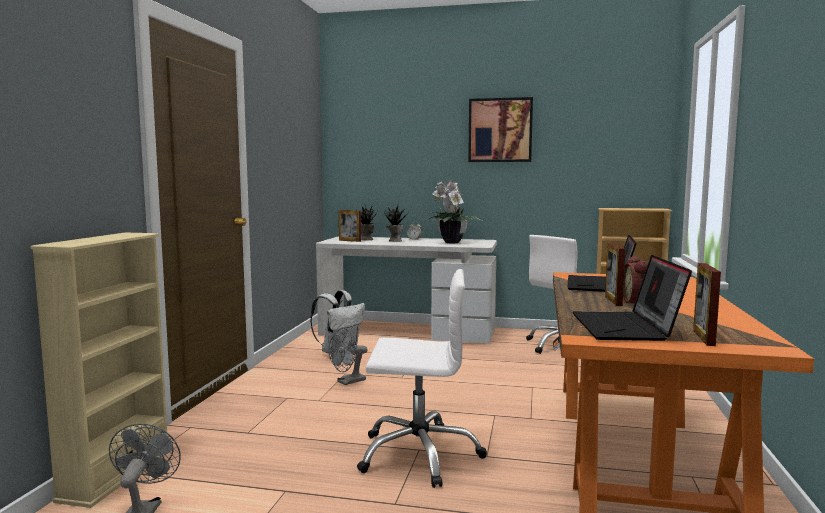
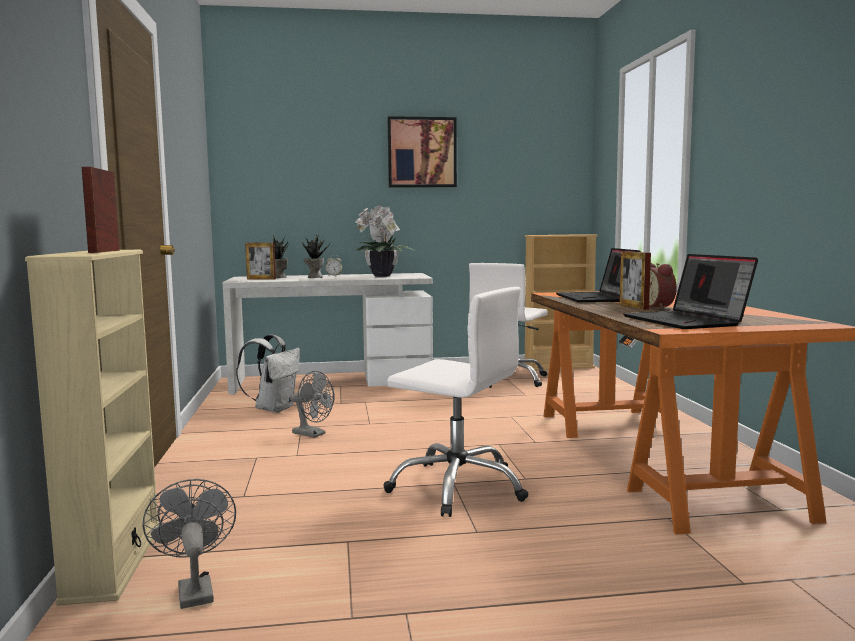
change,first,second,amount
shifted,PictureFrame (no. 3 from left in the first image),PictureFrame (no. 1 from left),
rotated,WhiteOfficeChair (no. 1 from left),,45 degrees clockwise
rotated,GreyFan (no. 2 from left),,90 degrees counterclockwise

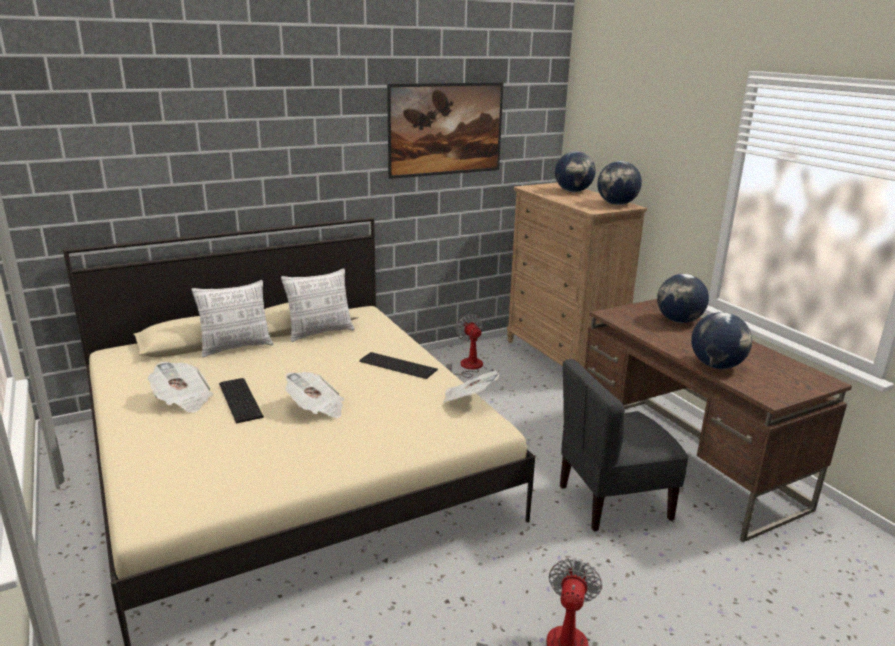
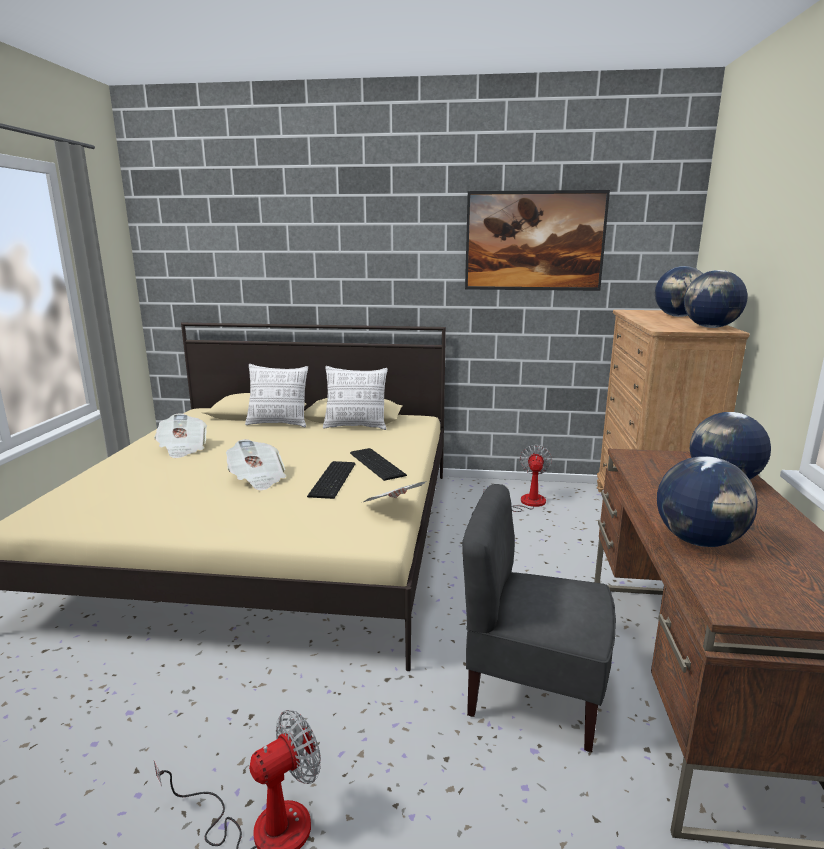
change,first,second,amount
shifted,Keyboard (no. 1 from left),,

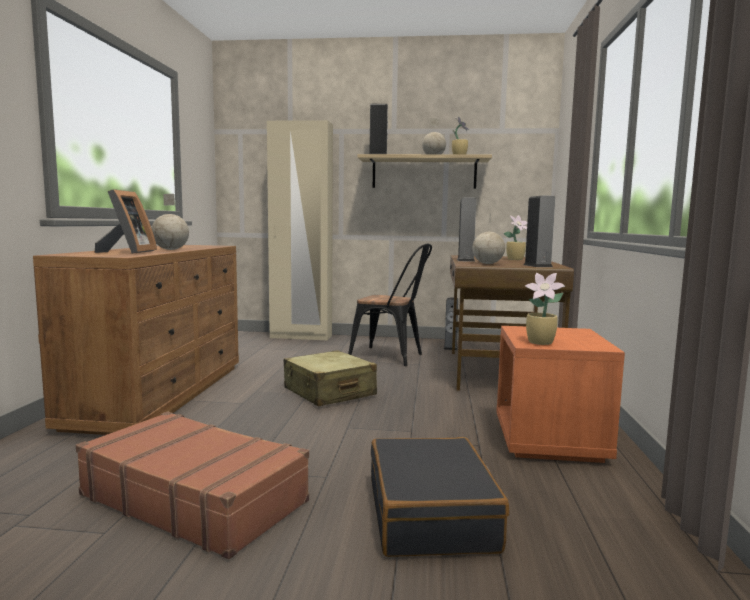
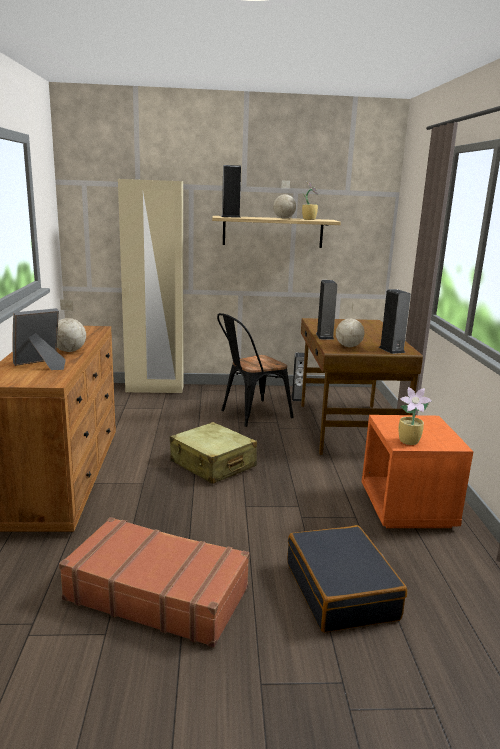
change,first,second,amount
rotated,PictureFrame,,120 degrees counterclockwise
gone,PottedPlant (no. 2 from left),,
rotated,BlackChair,,135 degrees clockwise

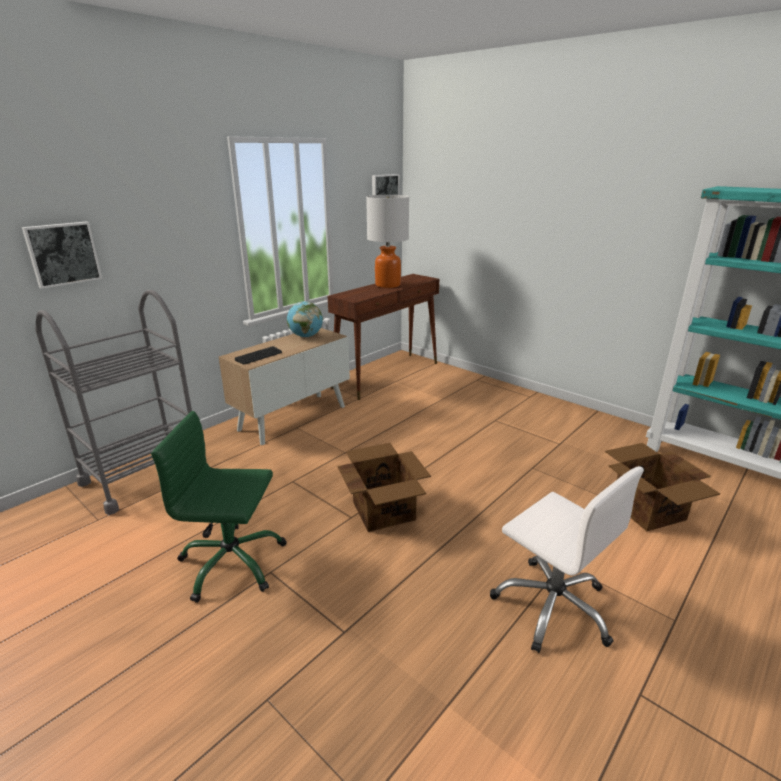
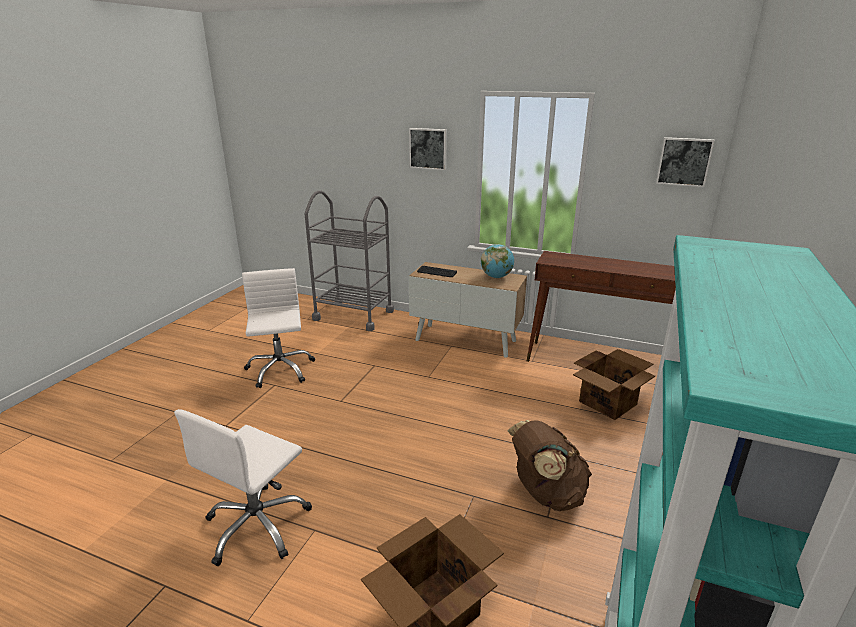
change,first,second,amount
gone,TableLamp,,
shifted,Picture (no. 1 from left),,
repainted,GreenOfficeChair,WhiteOfficeChair (no. 2 from left),
shifted,CardboardBox (no. 1 from left in the first image),CardboardBox (no. 2 from left),
new,,BrownBackpack,

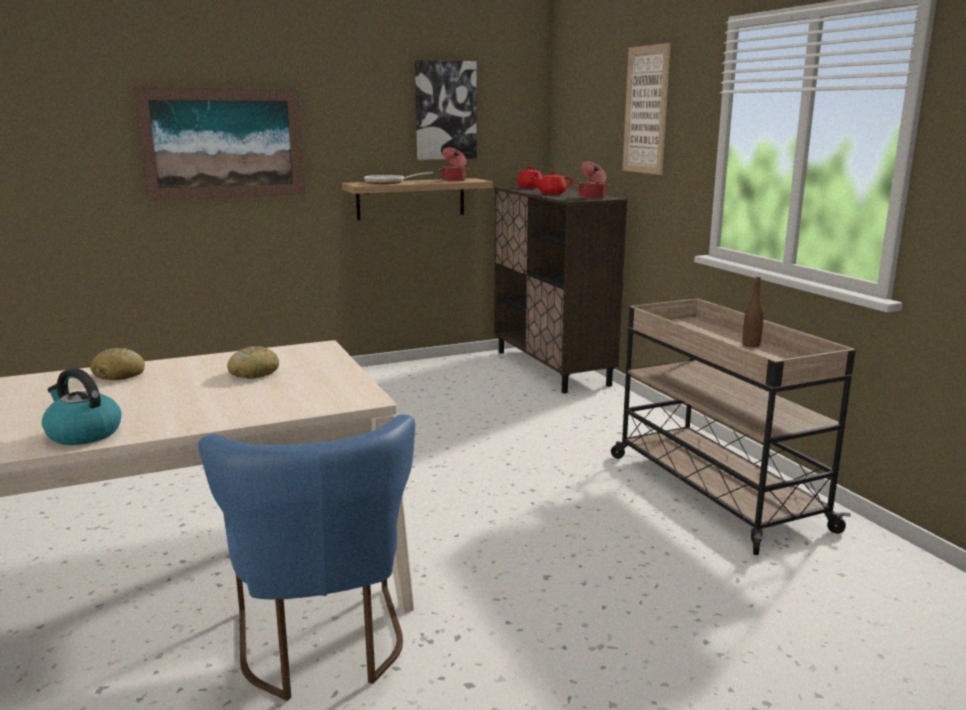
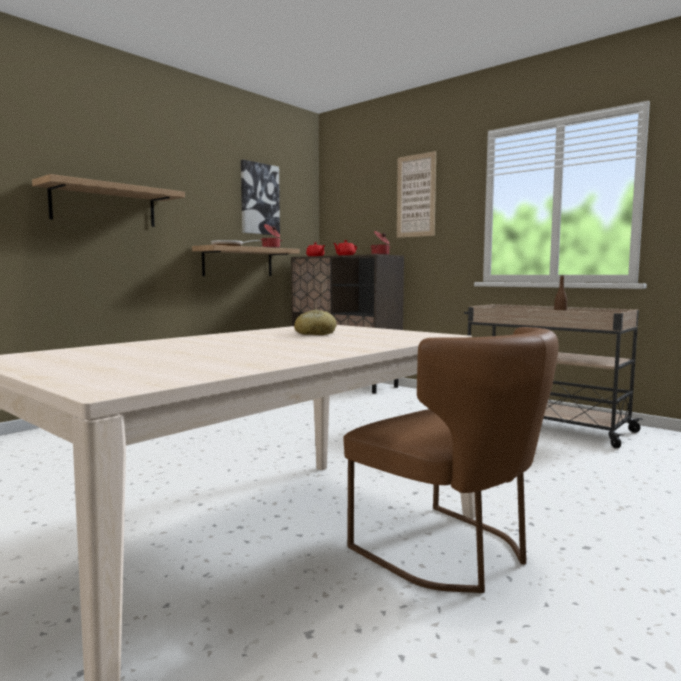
change,first,second,amount
swapped,Picture (no. 1 from left),Shelf (no. 1 from left),
gone,Bread (no. 1 from left),,
gone,Kettle,,
repainted,BlueChair,BrownChair,

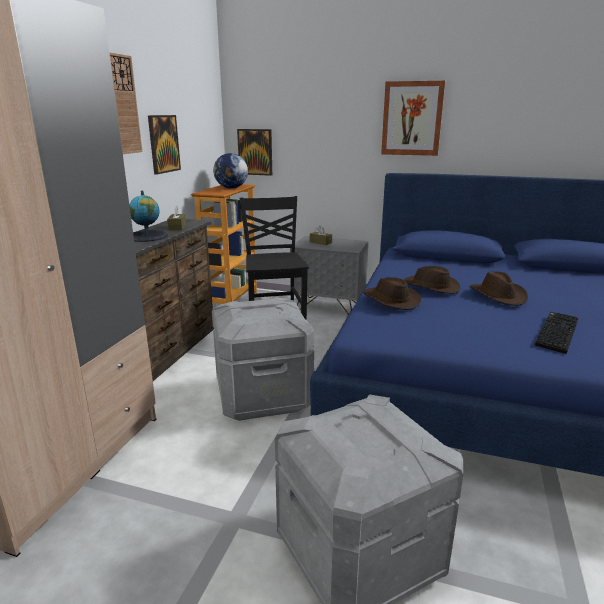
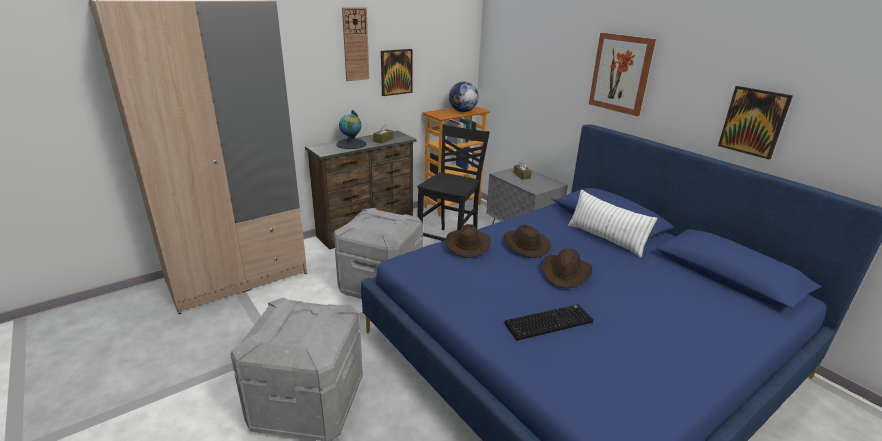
change,first,second,amount
shifted,Picture (no. 2 from left in the first image),Picture (no. 3 from left),
new,,WhitePillow,

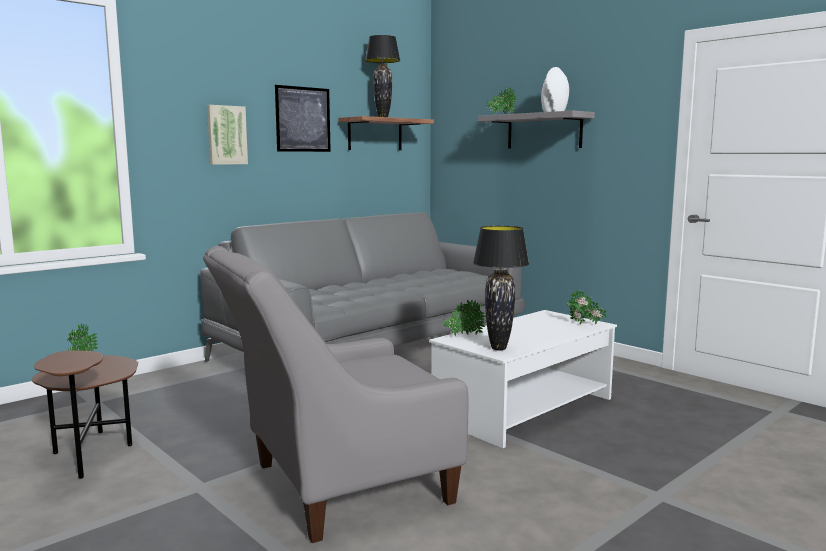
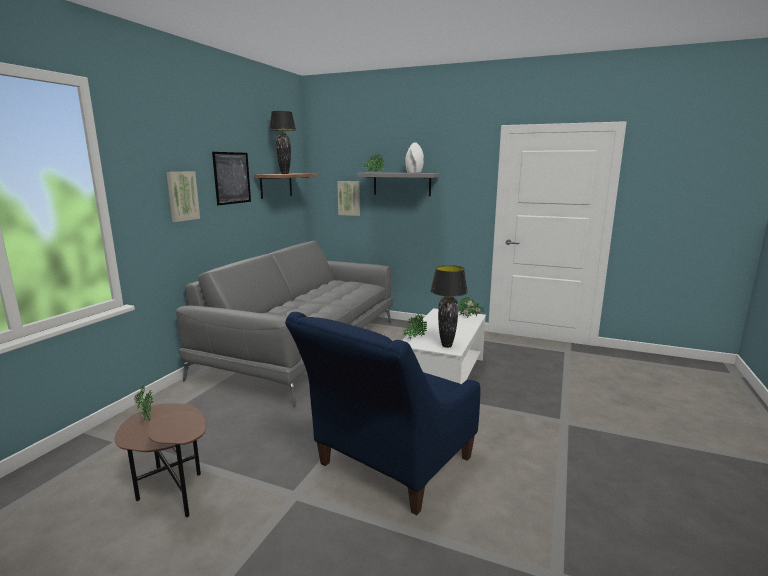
change,first,second,amount
repainted,GreyArmchair,BlueArmchair,
new,,Picture (no. 3 from left),

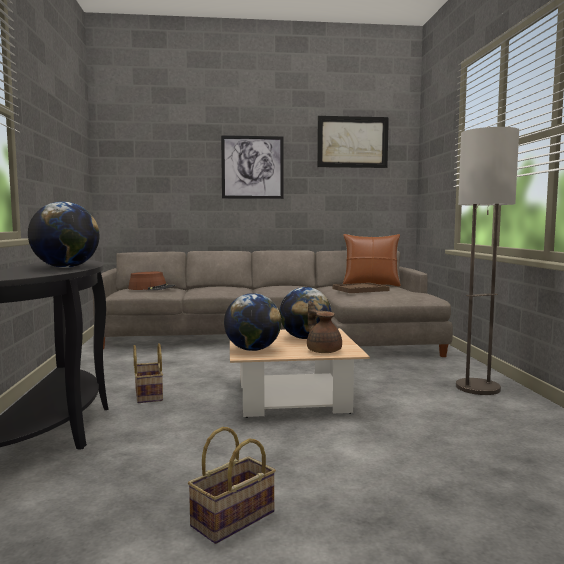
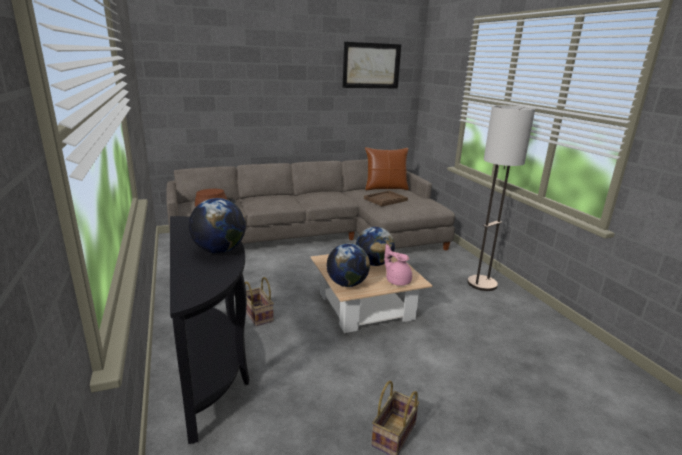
change,first,second,amount
gone,Picture (no. 1 from left),,
repainted,BrownTeapot,PinkTeapot,

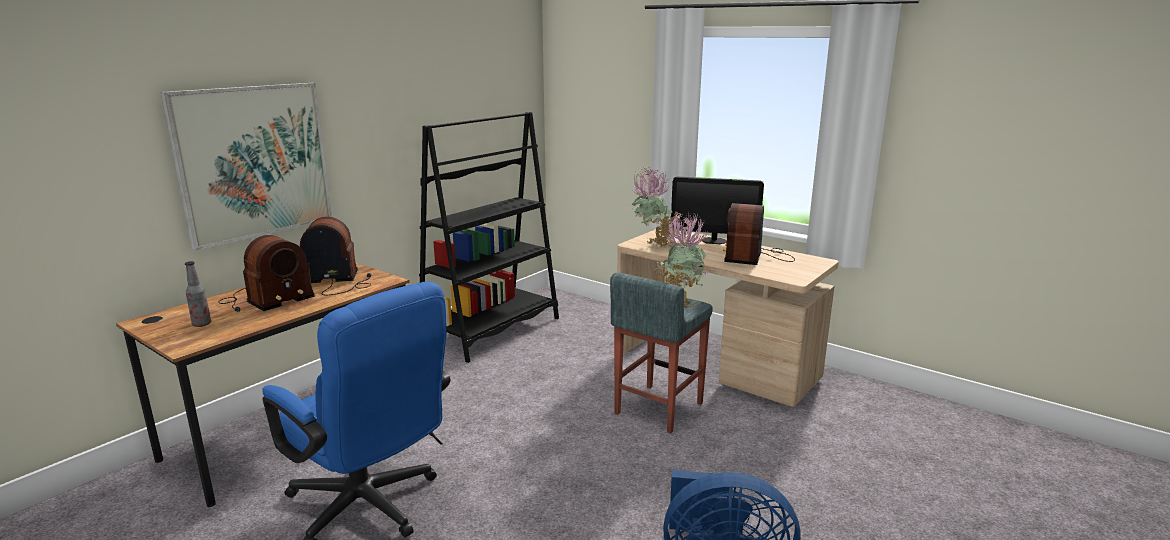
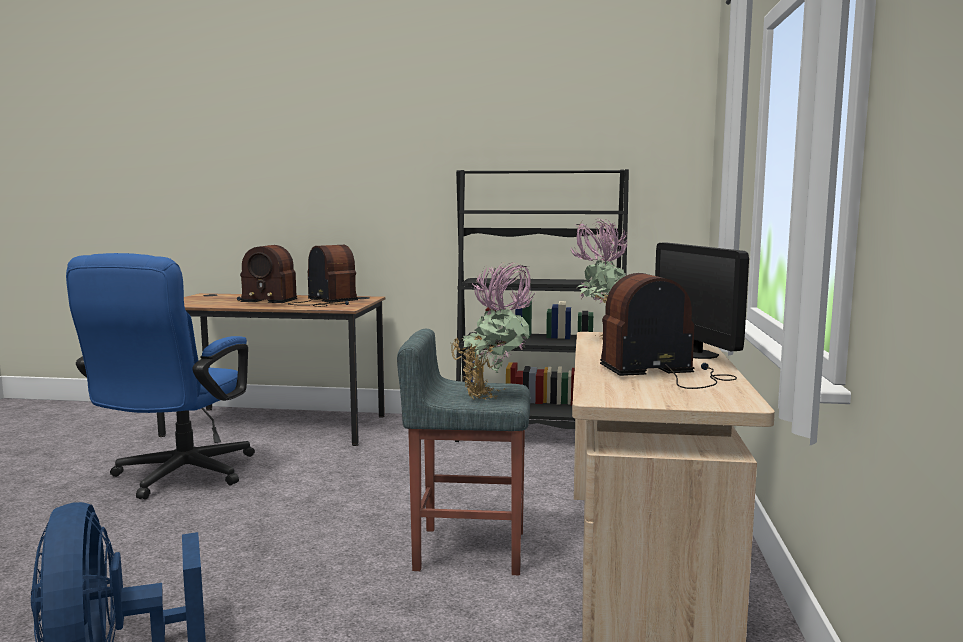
change,first,second,amount
gone,Picture,,
gone,Bottle,,

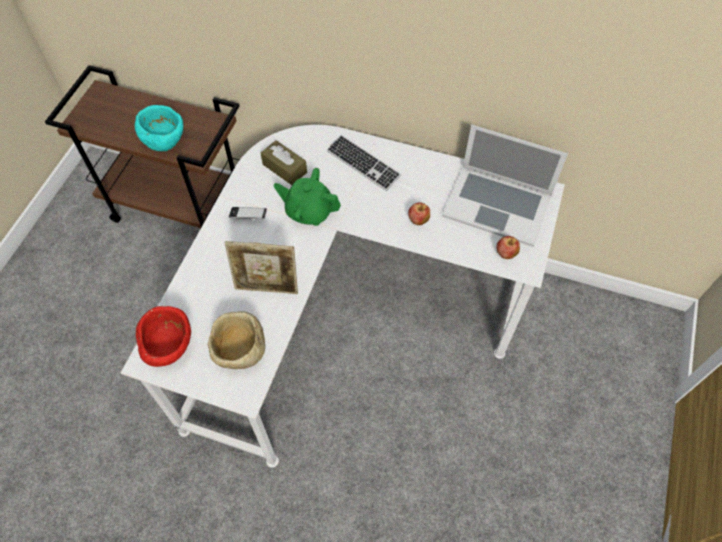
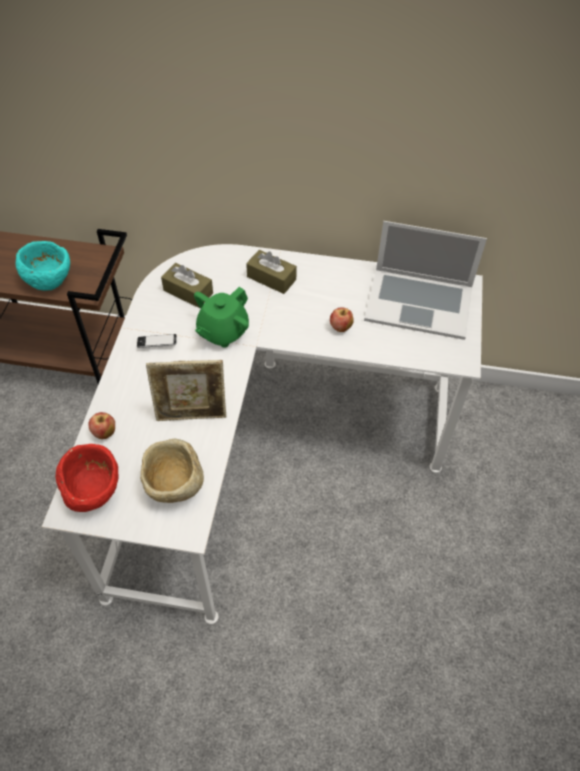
change,first,second,amount
swapped,Keyboard,BrownTissueBox (no. 2 from left),
rotated,GreenTeapot,,60 degrees counterclockwise
shifted,Apple (no. 2 from left in the first image),Apple (no. 1 from left),

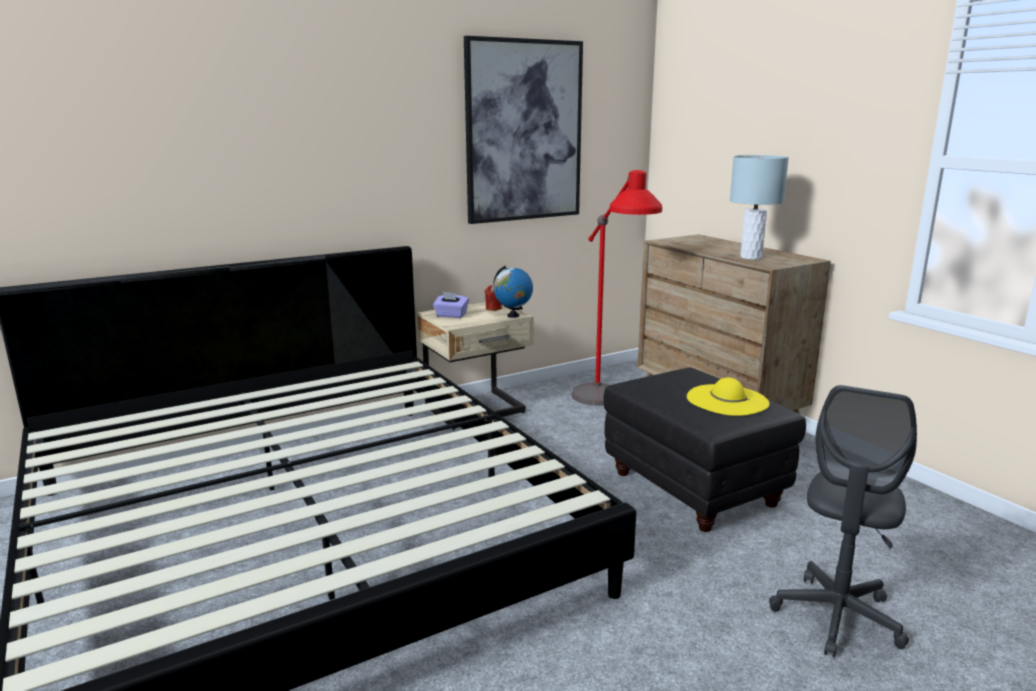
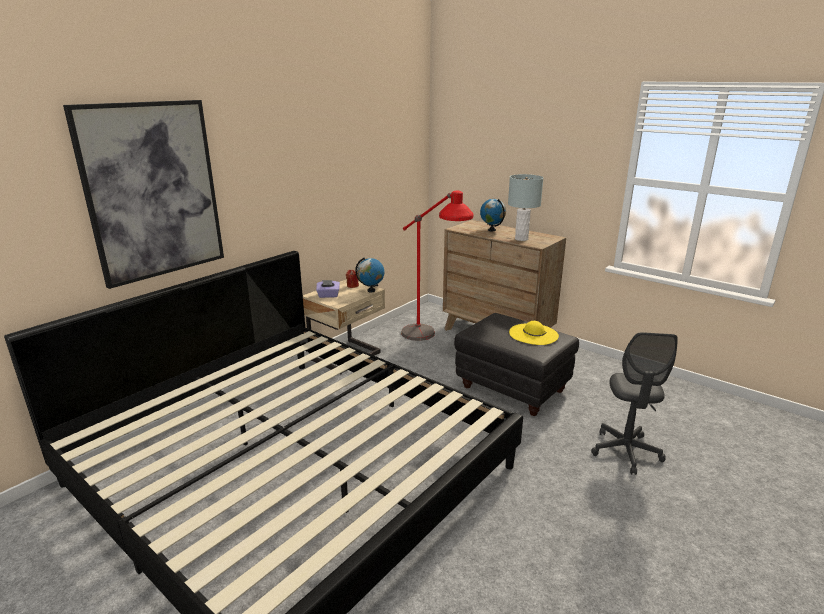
change,first,second,amount
shifted,Picture,,
new,,Globe (no. 2 from left),

